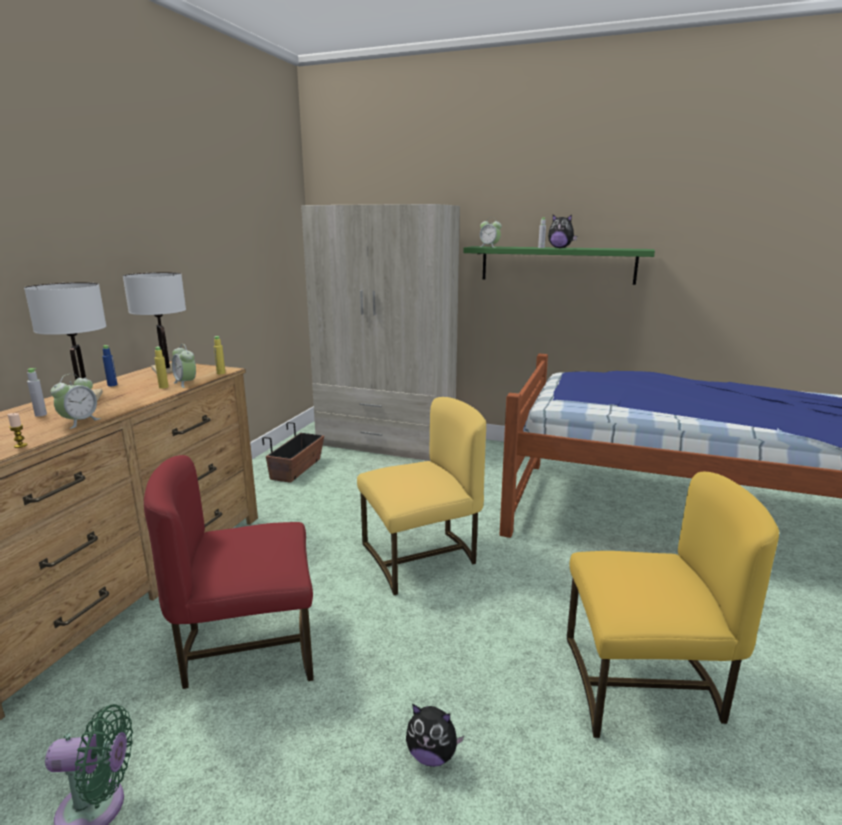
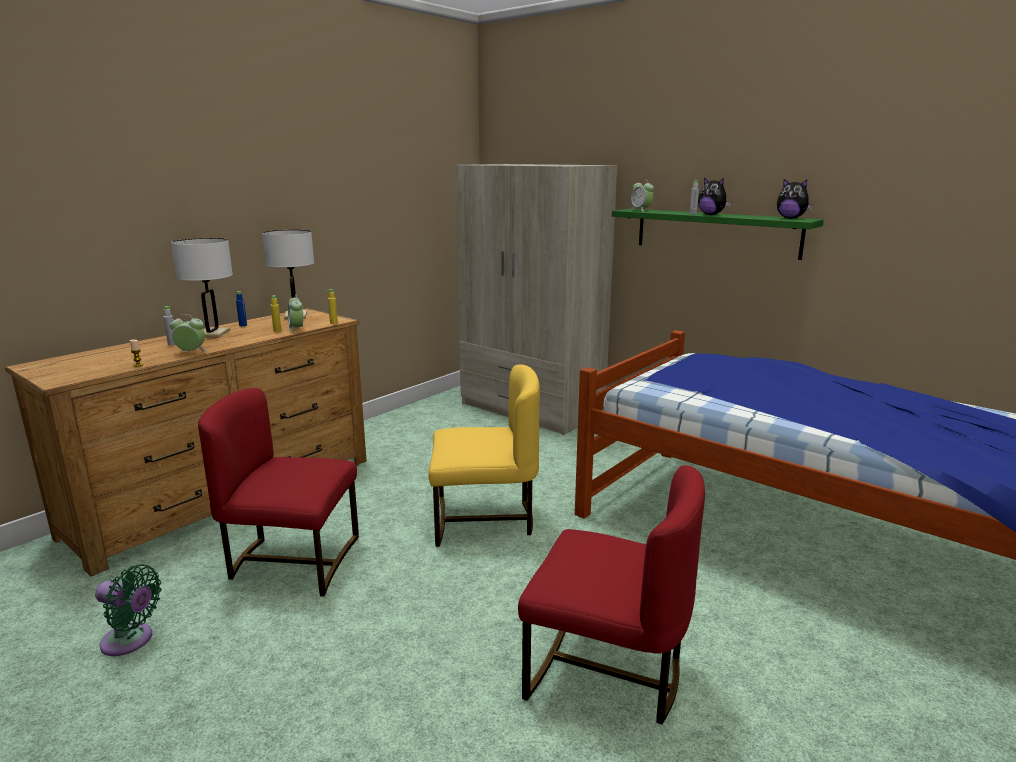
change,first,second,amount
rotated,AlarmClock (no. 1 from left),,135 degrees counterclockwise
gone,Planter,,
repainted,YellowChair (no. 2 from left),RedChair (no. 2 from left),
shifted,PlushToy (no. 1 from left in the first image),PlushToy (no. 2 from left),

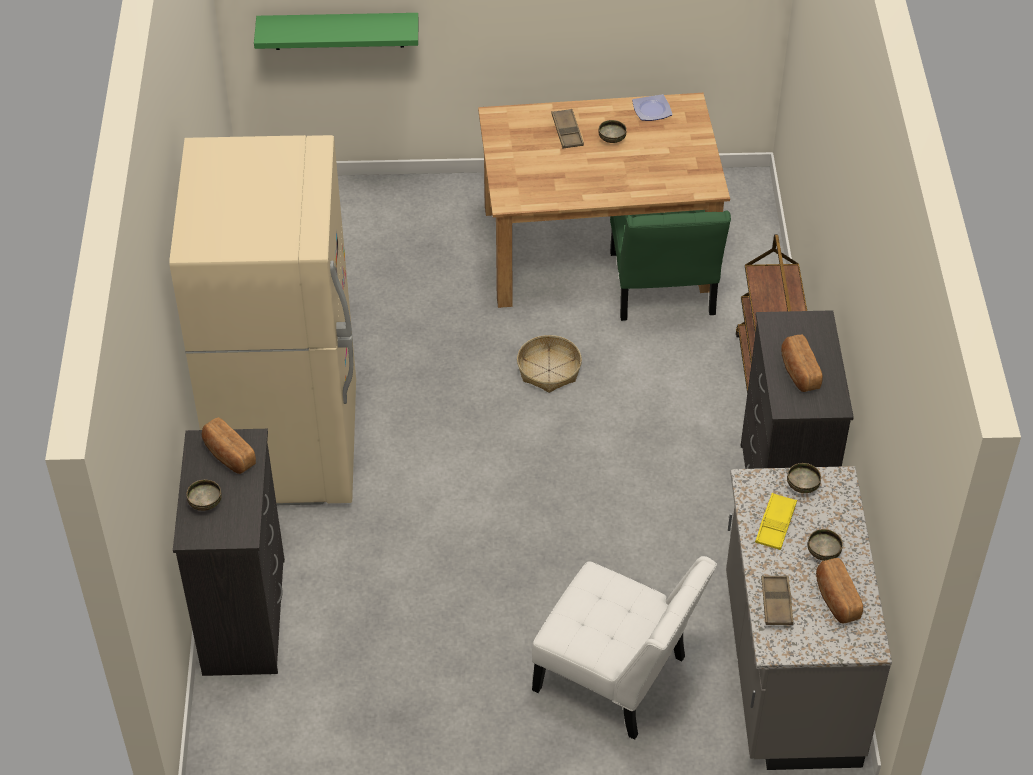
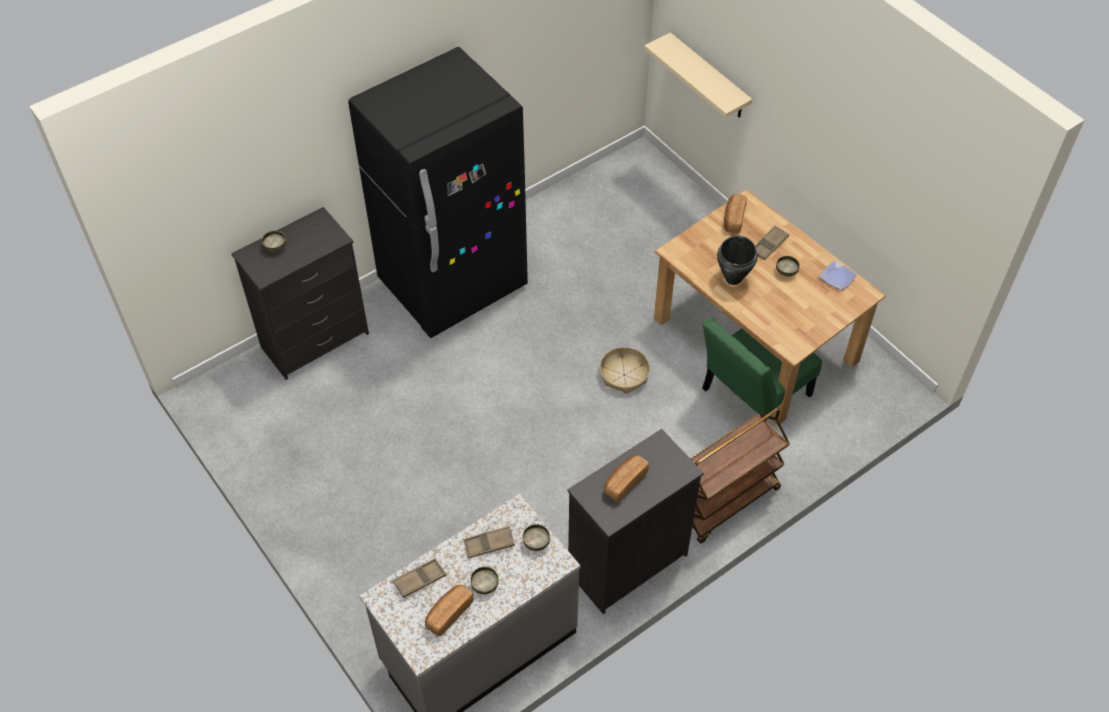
change,first,second,amount
repainted,GreenShelf,BeigeShelf,
repainted,BeigeFridge,BlackFridge,
shifted,Bread (no. 1 from left in the first image),Bread (no. 3 from left),
repainted,YellowTray,BrownTray (no. 2 from left),
gone,WhiteChair,,
new,,BlackCookingPot,

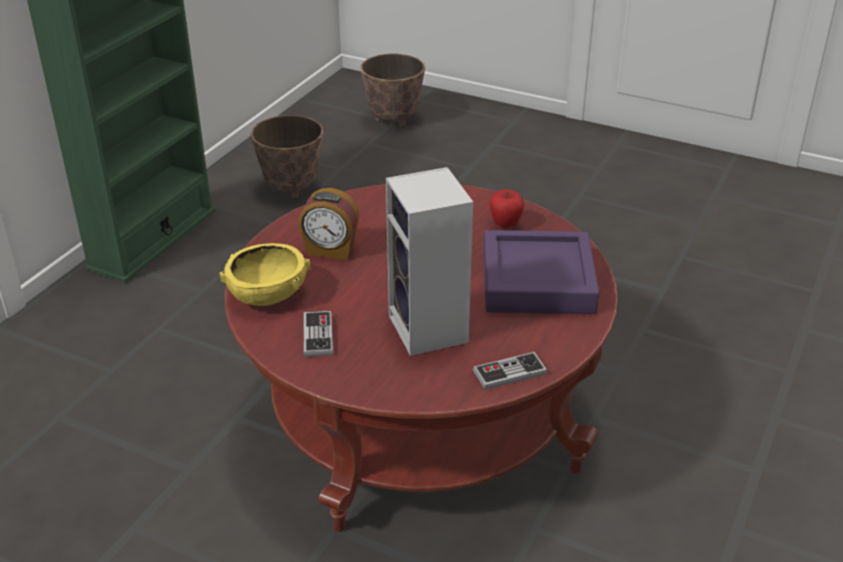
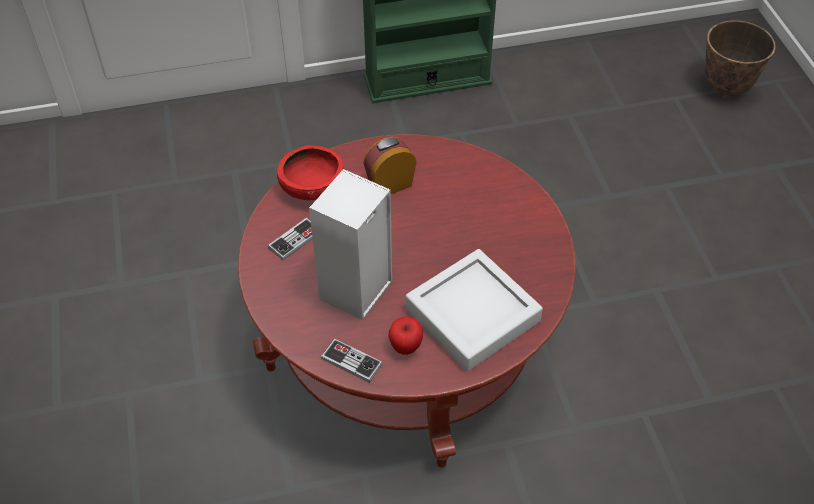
change,first,second,amount
gone,Planter (no. 1 from left),,
rotated,AlarmClock,,90 degrees clockwise
shifted,Apple,,
repainted,PurpleTray,GreyTray,
repainted,YellowBowl,RedBowl,

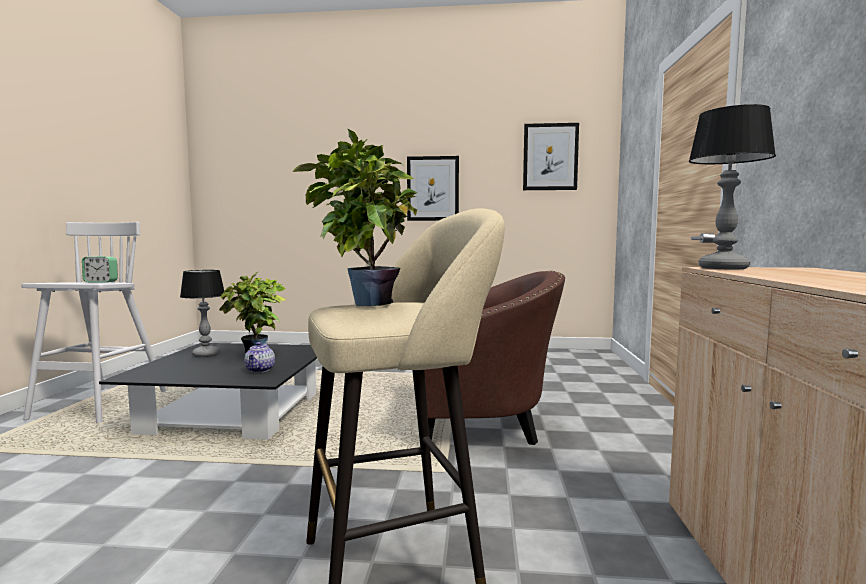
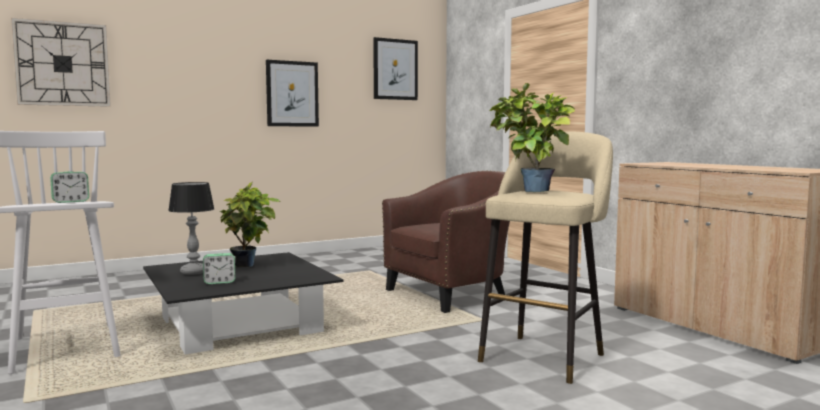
change,first,second,amount
gone,TableLamp (no. 2 from left),,
gone,Teapot,,
new,,WallClock,
new,,AlarmClock (no. 2 from left),

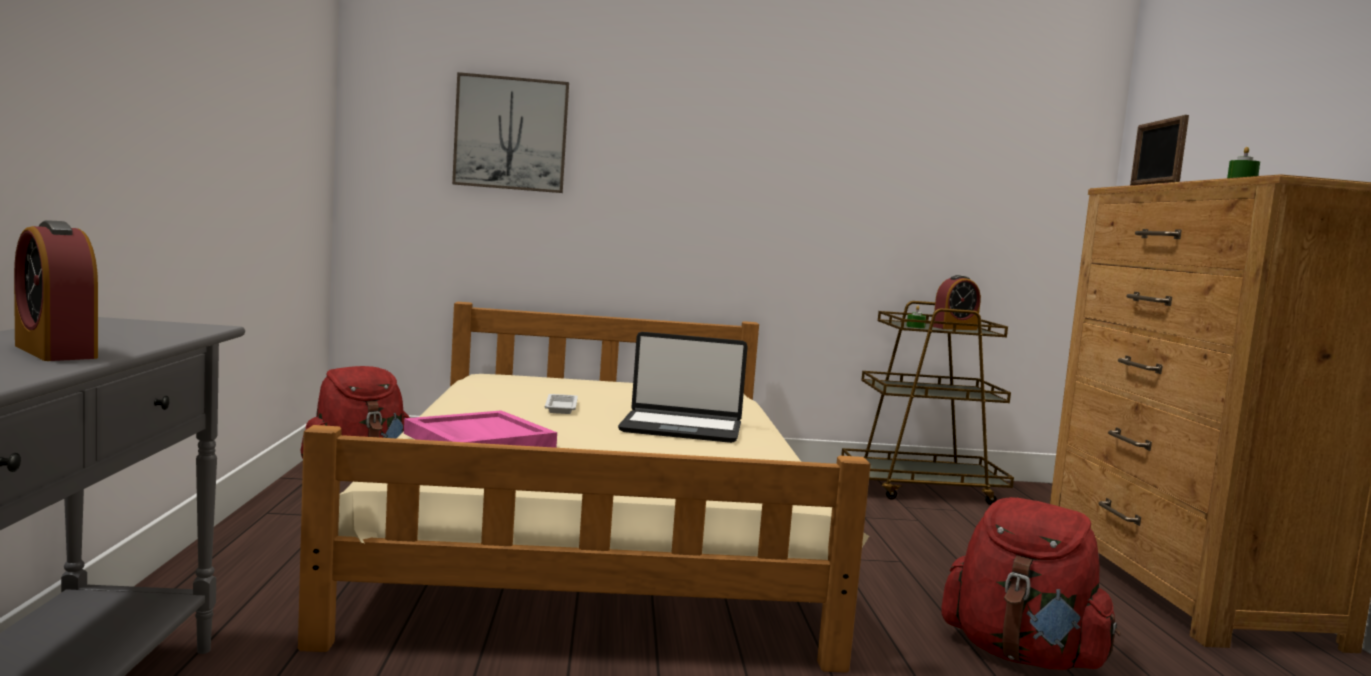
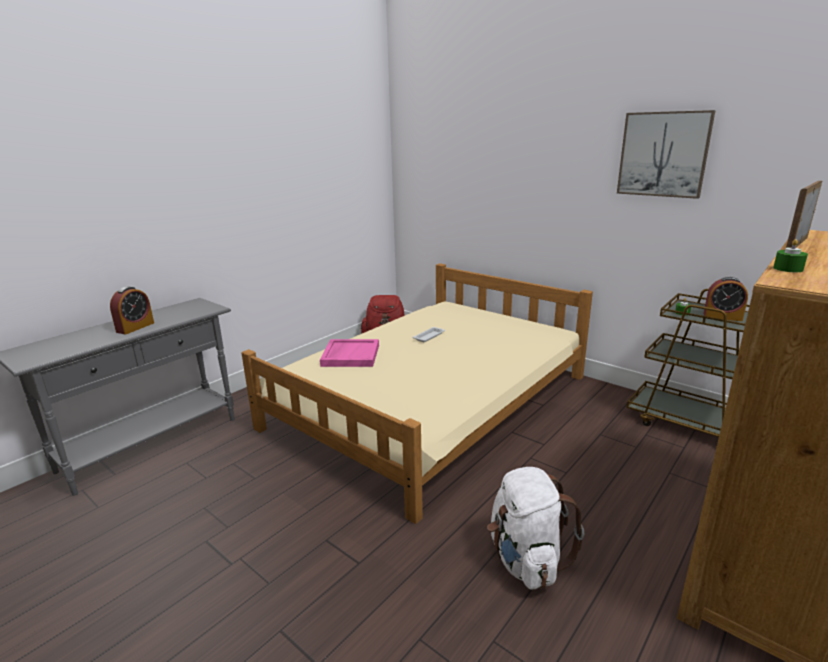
change,first,second,amount
shifted,Picture,,
rotated,AlarmClock (no. 1 from left),,150 degrees counterclockwise
gone,Laptop,,
repainted,RedBackpack (no. 2 from left),WhiteBackpack,

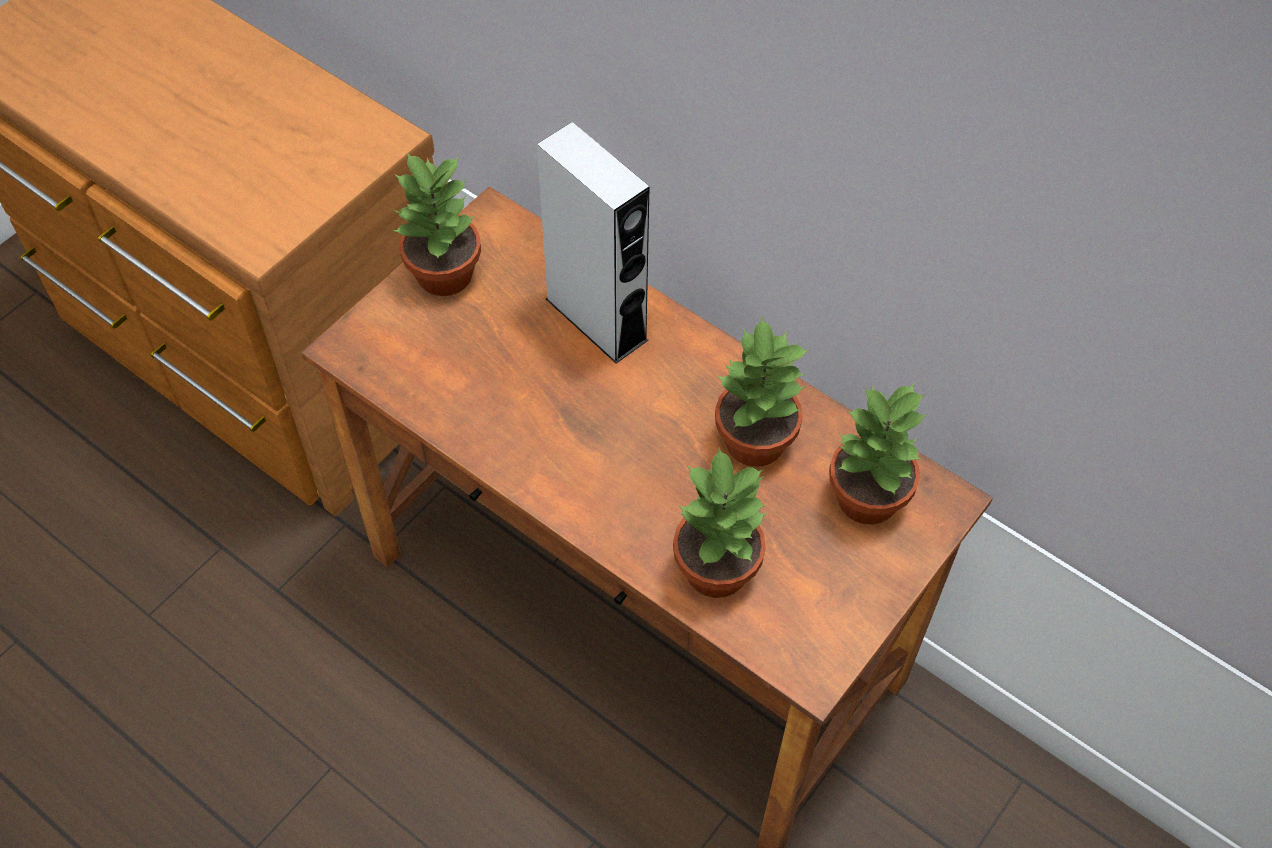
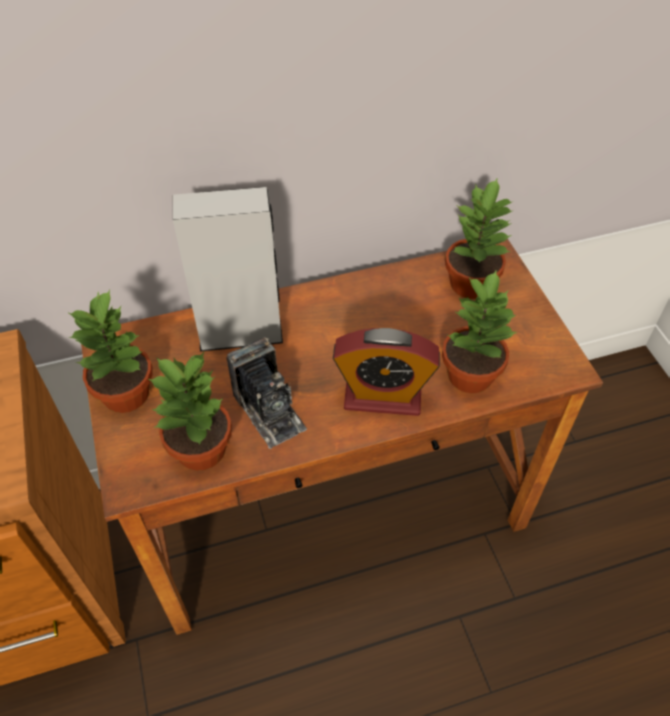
change,first,second,amount
shifted,PottedPlant (no. 3 from left in the first image),PottedPlant (no. 2 from left),
new,,AlarmClock,
new,,PhotoCamera,

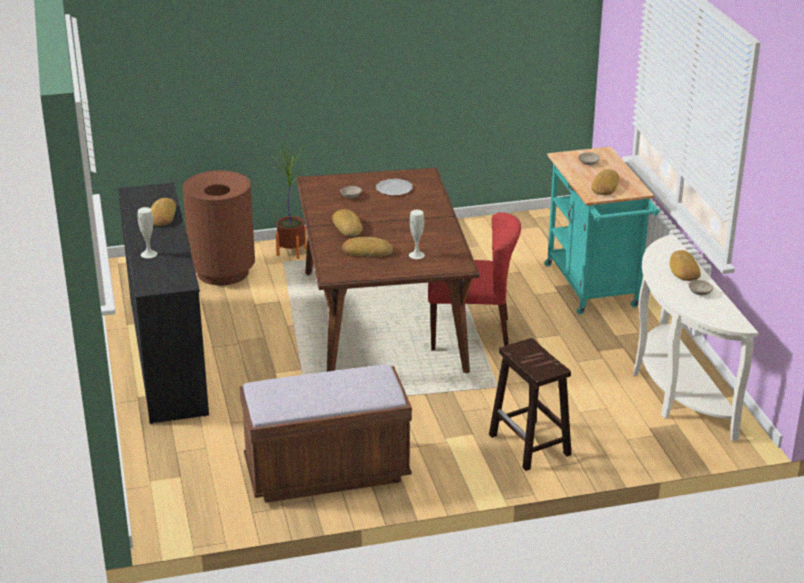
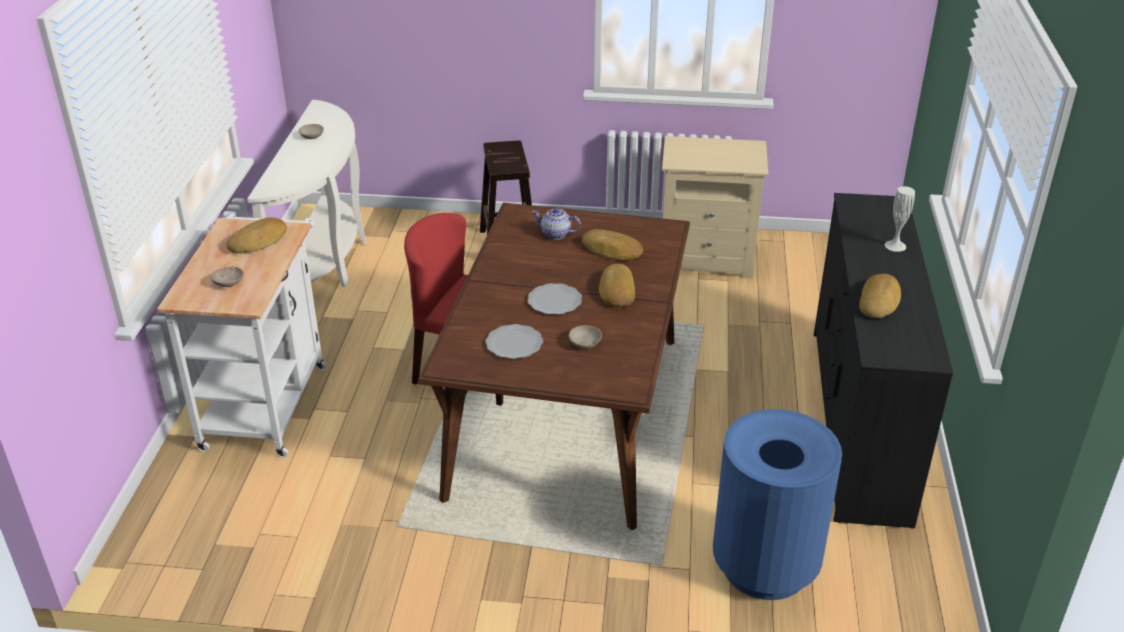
change,first,second,amount
gone,PottedPlant,,
repainted,TurquoiseCart,WhiteCart,
repainted,BrownTrashCan,BlueTrashCan,
swapped,WhiteVase (no. 2 from left),Teapot,
gone,Bread (no. 5 from left),,
swapped,BrownBench,BeigeNightstand,
new,,Plate (no. 2 from left),

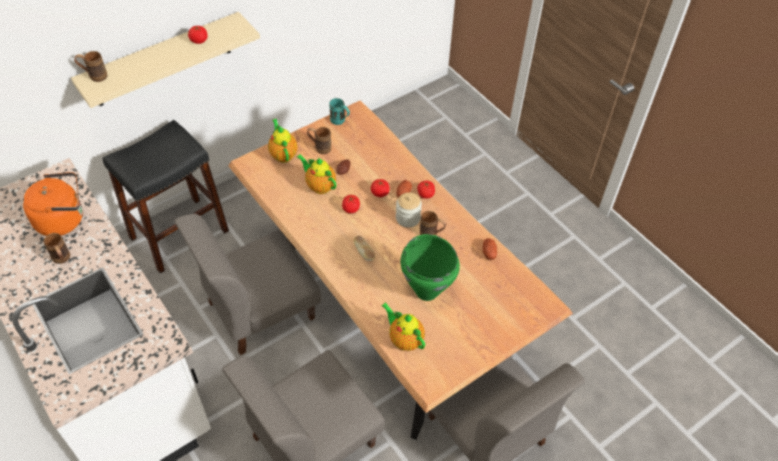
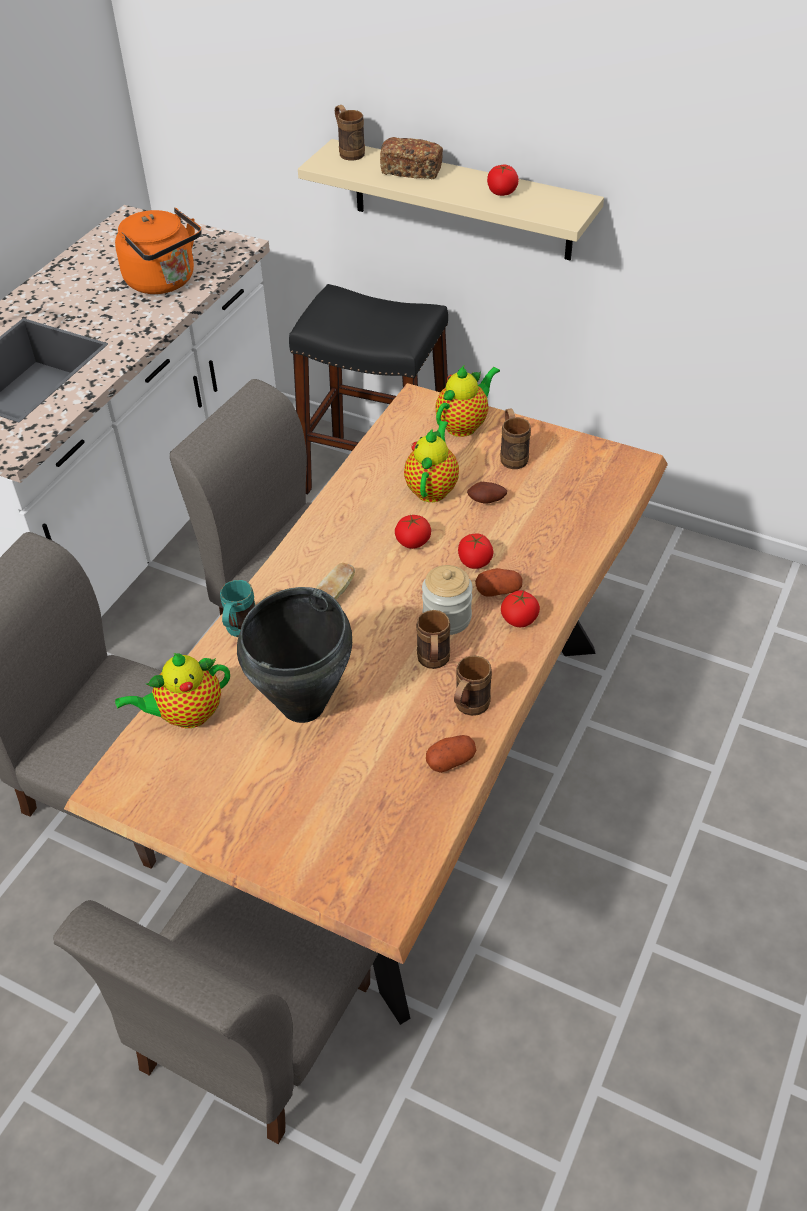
change,first,second,amount
shifted,TurquoiseMug,,
shifted,BrownMug (no. 1 from left in the first image),BrownMug (no. 3 from left),
repainted,GreenCookingPot,BlackCookingPot,
rotated,Teapot (no. 3 from left in the first image),Teapot (no. 1 from left),135 degrees counterclockwise
new,,Bread (no. 2 from left),

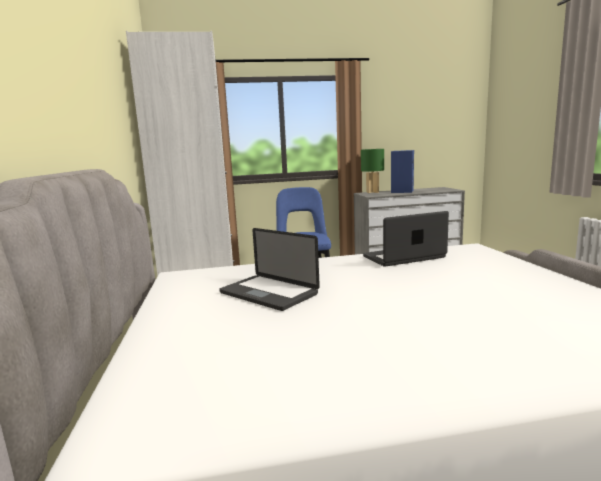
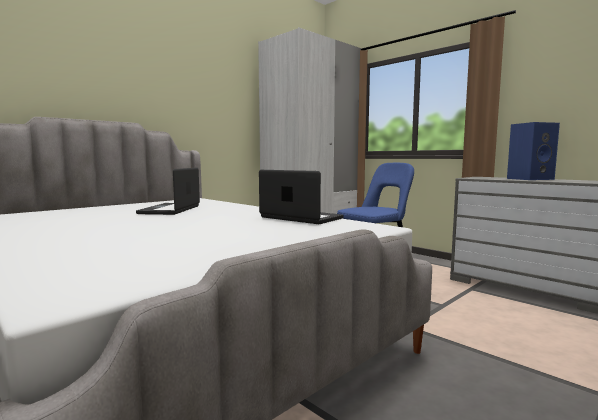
change,first,second,amount
gone,GreenTableLamp,,

